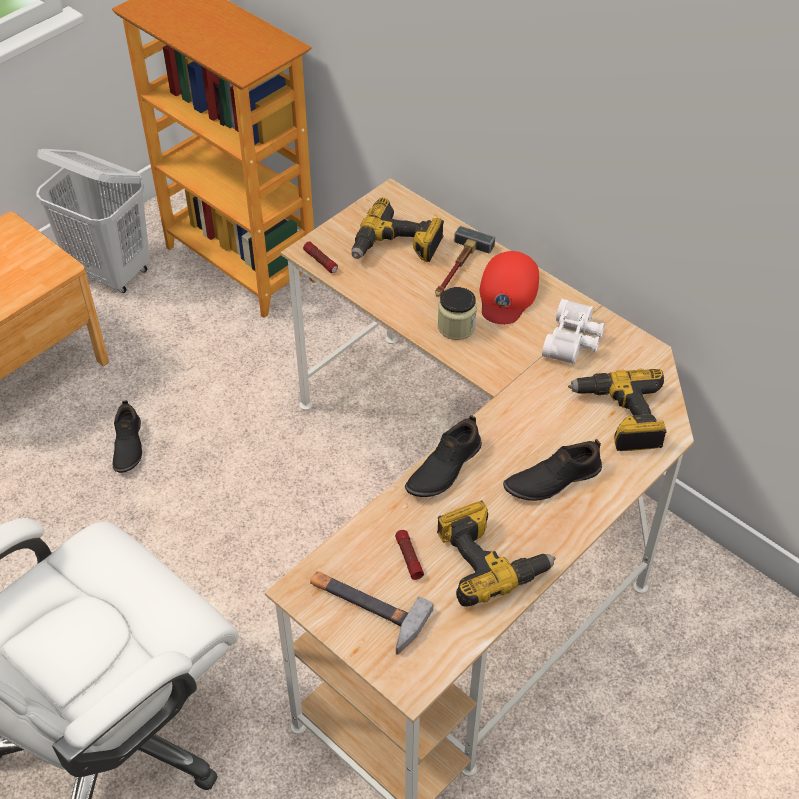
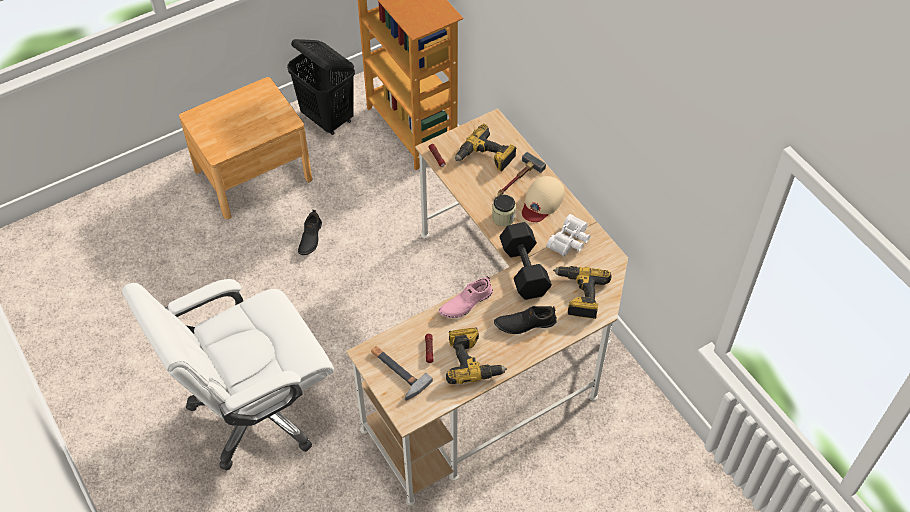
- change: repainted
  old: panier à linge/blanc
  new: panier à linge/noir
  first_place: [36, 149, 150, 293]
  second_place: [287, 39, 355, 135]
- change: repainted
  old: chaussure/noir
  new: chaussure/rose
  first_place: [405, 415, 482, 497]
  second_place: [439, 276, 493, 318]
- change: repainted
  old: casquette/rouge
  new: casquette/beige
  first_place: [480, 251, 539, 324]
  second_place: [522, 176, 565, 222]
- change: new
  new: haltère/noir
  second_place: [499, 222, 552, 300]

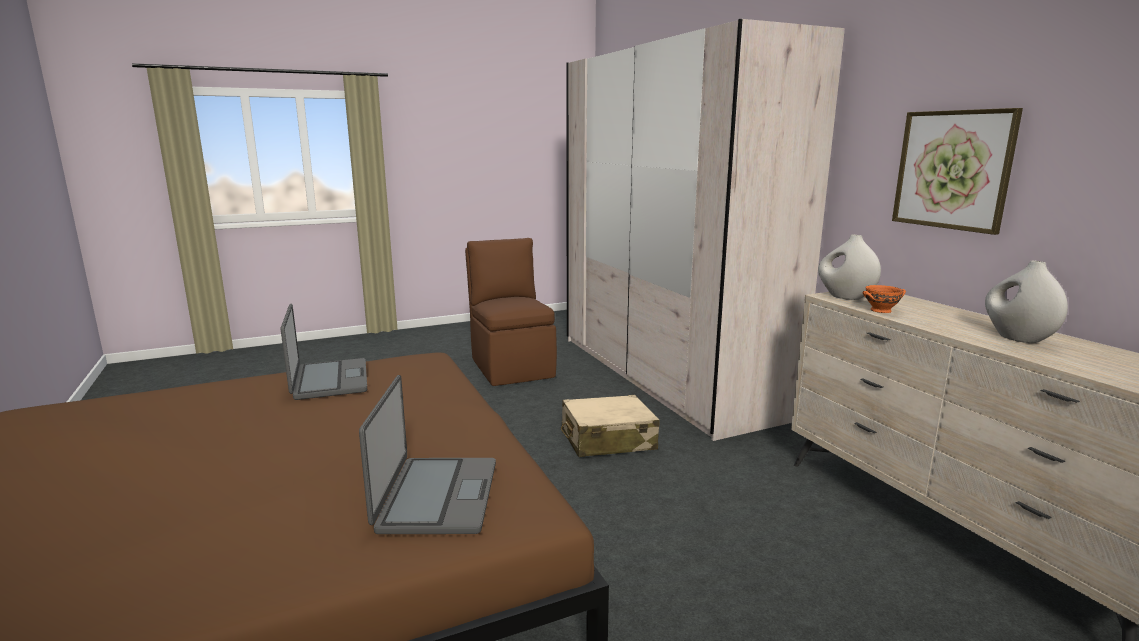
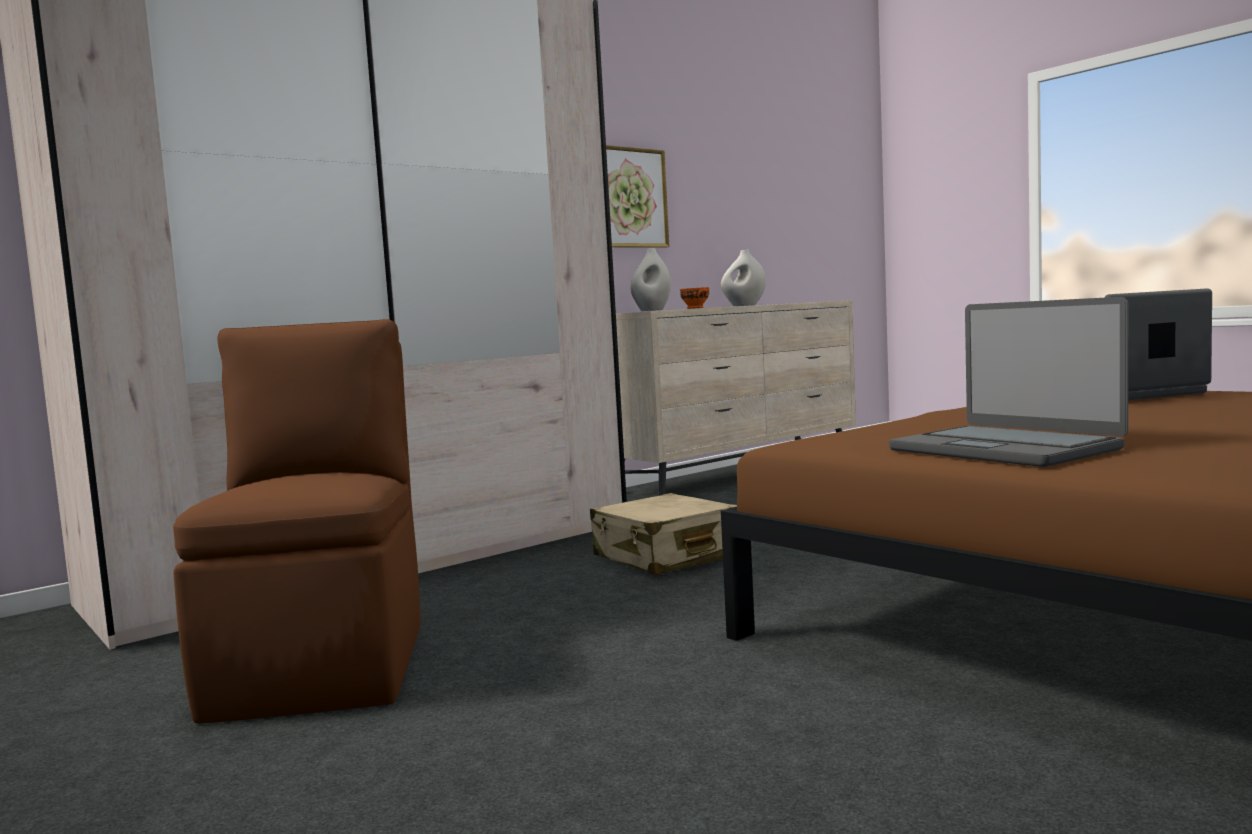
- change: rotated
  old: ordinateur portable
  first_place: [281, 304, 367, 400]
  second_place: [889, 297, 1128, 467]
  degrees: -90
- change: rotated
  old: chaise/marron
  first_place: [465, 238, 557, 386]
  second_place: [173, 319, 421, 724]
  degrees: 120

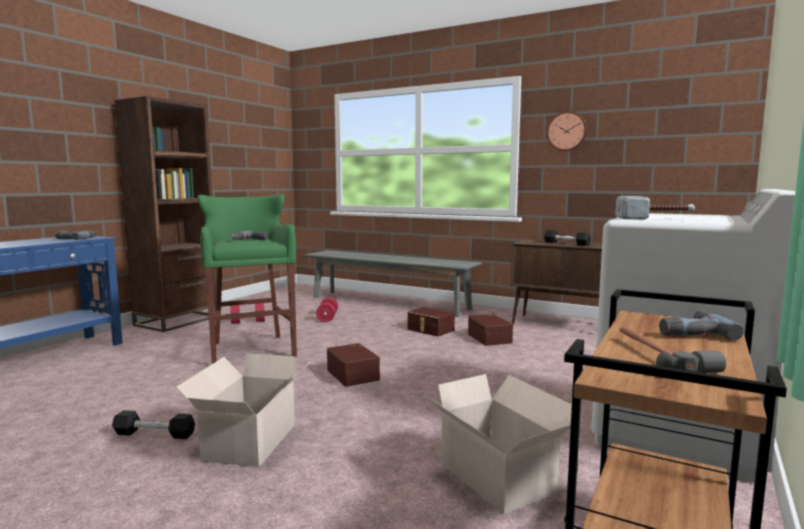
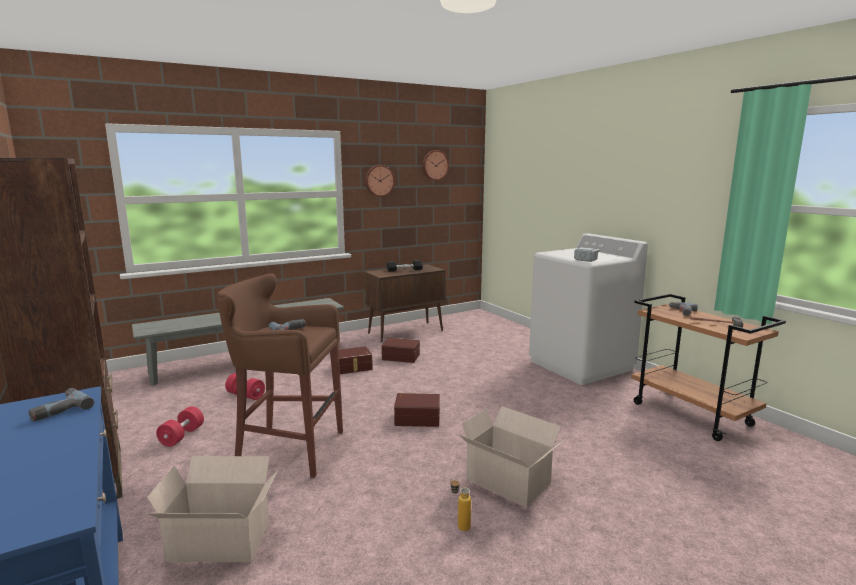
- change: swapped
  old: haltère/noir
  new: bouteille
  first_place: [112, 410, 195, 439]
  second_place: [450, 477, 471, 531]
- change: repainted
  old: tabouret/vert
  new: tabouret/marron
  first_place: [198, 194, 297, 364]
  second_place: [217, 273, 343, 478]
- change: shifted
  old: carton
  first_place: [424, 374, 572, 514]
  second_place: [145, 456, 279, 562]
- change: new
  new: horloge murale
  second_place: [422, 150, 449, 181]

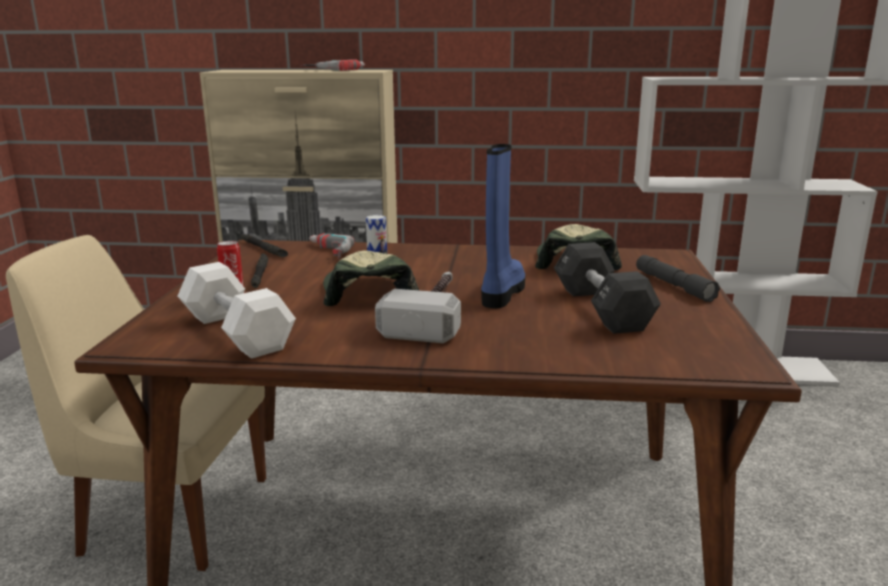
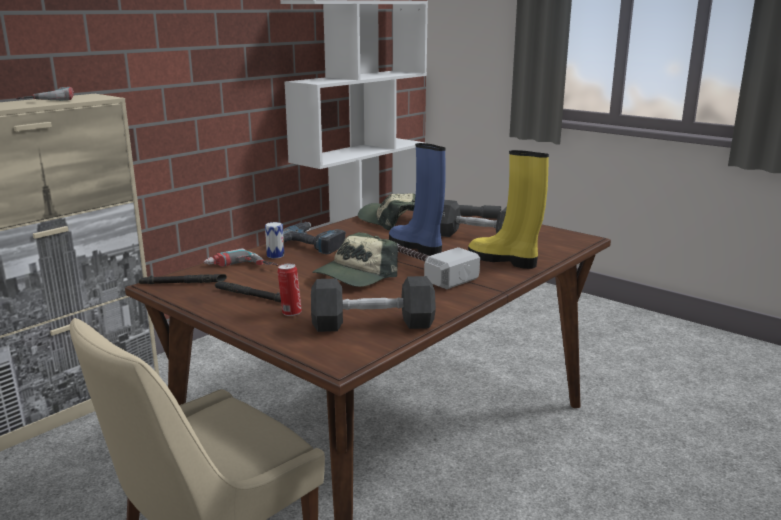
- change: repainted
  old: haltère/blanc
  new: haltère/noir
  first_place: [177, 262, 296, 359]
  second_place: [311, 276, 436, 332]
- change: rotated
  old: casquette
  first_place: [323, 250, 419, 306]
  second_place: [312, 232, 398, 287]
  degrees: -75
- change: new
  new: perceuse
  second_place: [283, 222, 346, 254]
- change: new
  new: botte/jaune
  second_place: [468, 150, 549, 269]

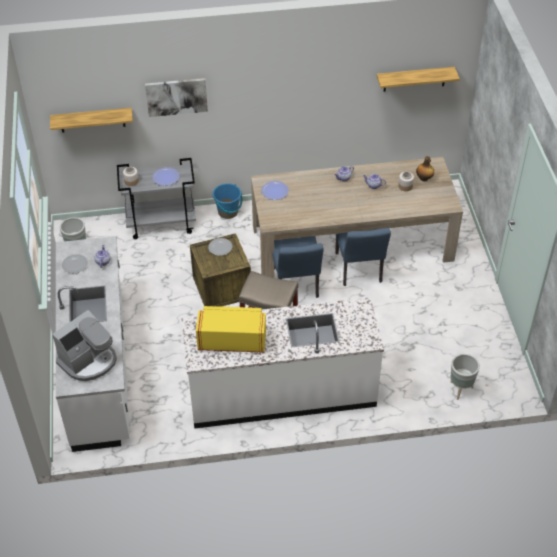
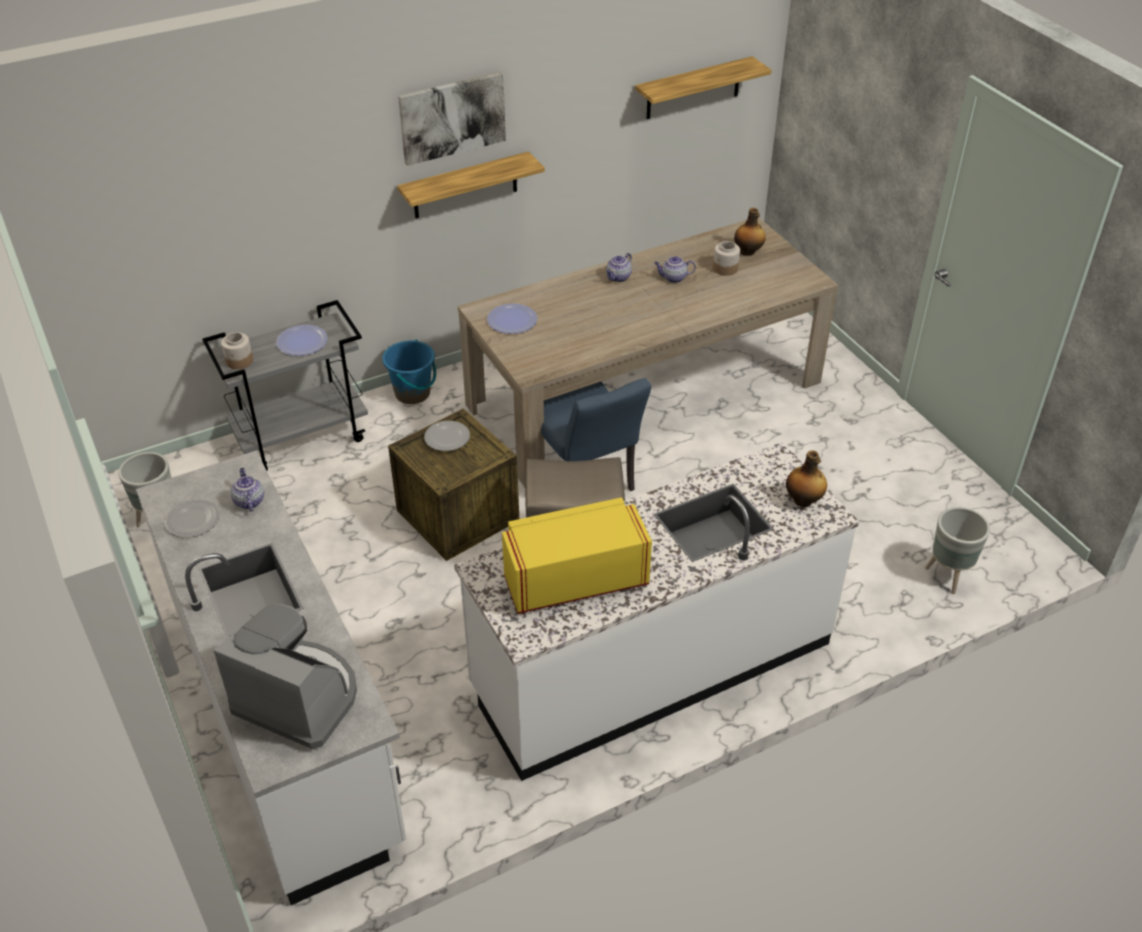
- change: shifted
  old: étagère
  first_place: [50, 108, 133, 133]
  second_place: [397, 152, 545, 218]
- change: rotated
  old: machine à café
  first_place: [52, 310, 117, 381]
  second_place: [214, 604, 357, 749]
  degrees: -90
- change: shifted
  old: tableau
  first_place: [145, 78, 208, 117]
  second_place: [398, 72, 506, 166]
- change: gone
  old: chaise/bleu
  first_place: [335, 228, 391, 286]
- change: new
  new: bouteille
  second_place: [786, 450, 827, 507]

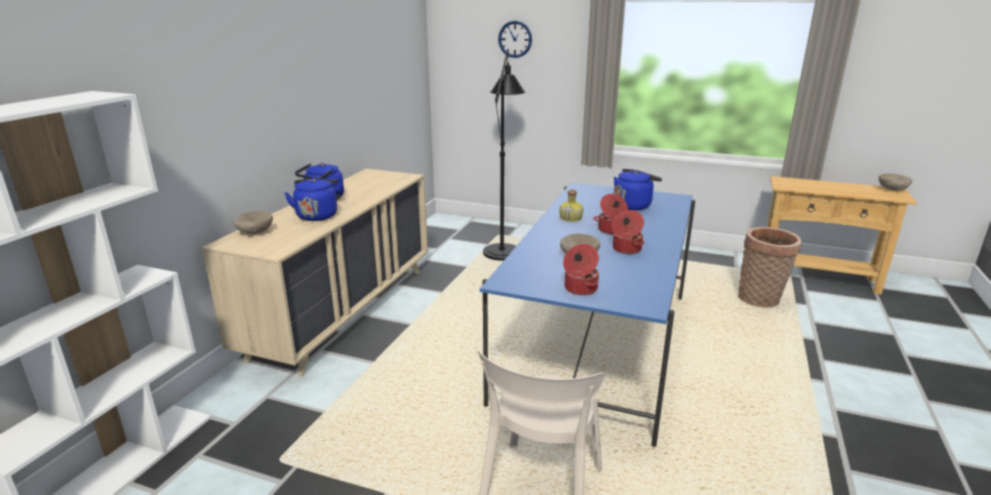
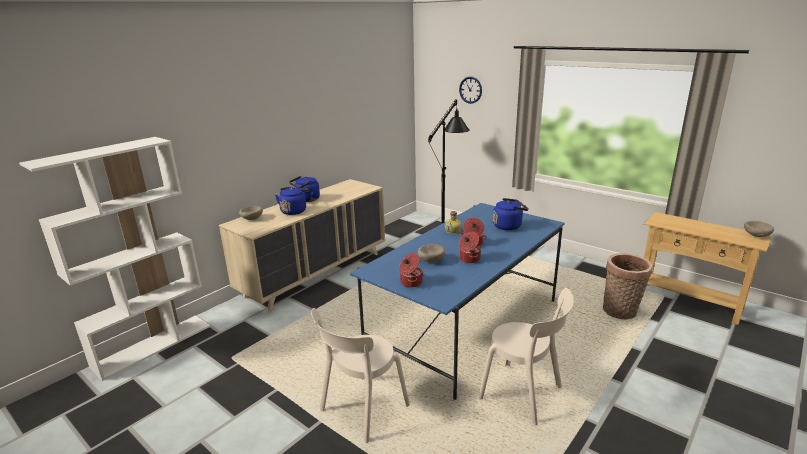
- change: new
  new: chaise/beige
  second_place: [478, 288, 574, 426]

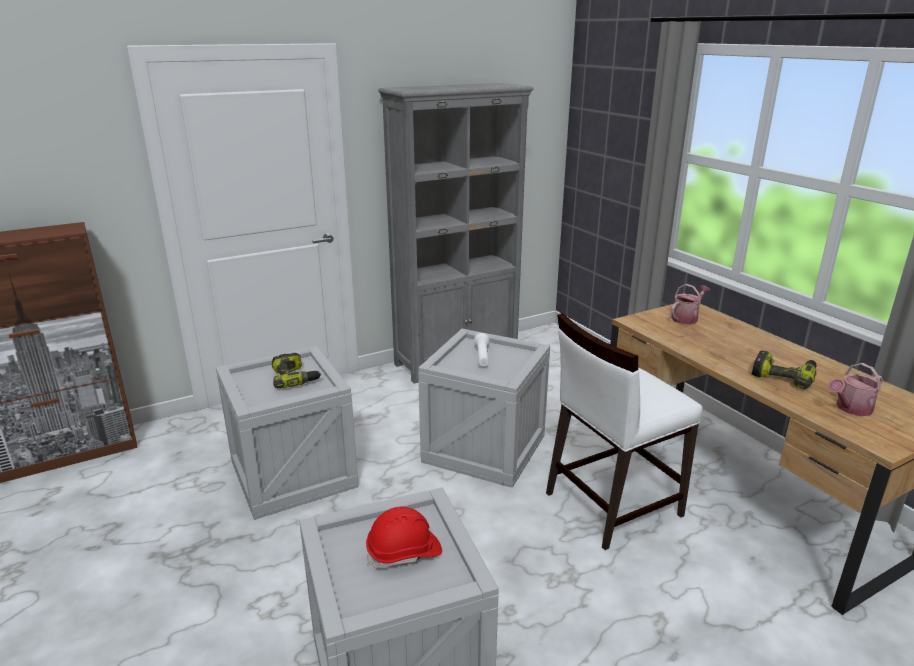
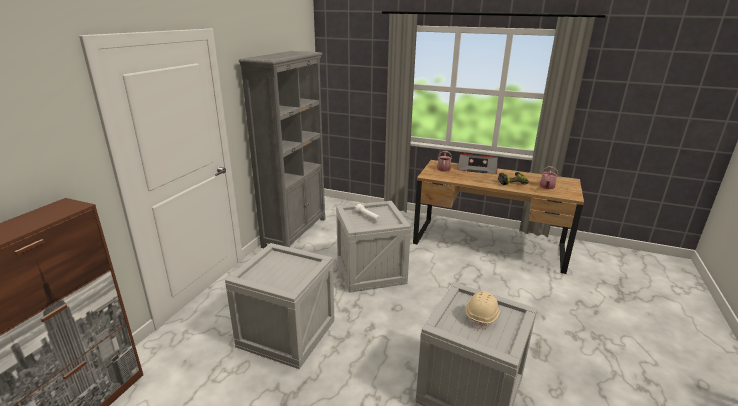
- change: gone
  old: perceuse
  first_place: [272, 353, 321, 388]
- change: repainted
  old: casque de chantier/rouge
  new: casque de chantier/beige
  first_place: [366, 506, 442, 569]
  second_place: [466, 291, 500, 331]
- change: gone
  old: chaise/blanc
  first_place: [546, 313, 703, 550]
- change: new
  new: radio
  second_place: [457, 154, 498, 174]

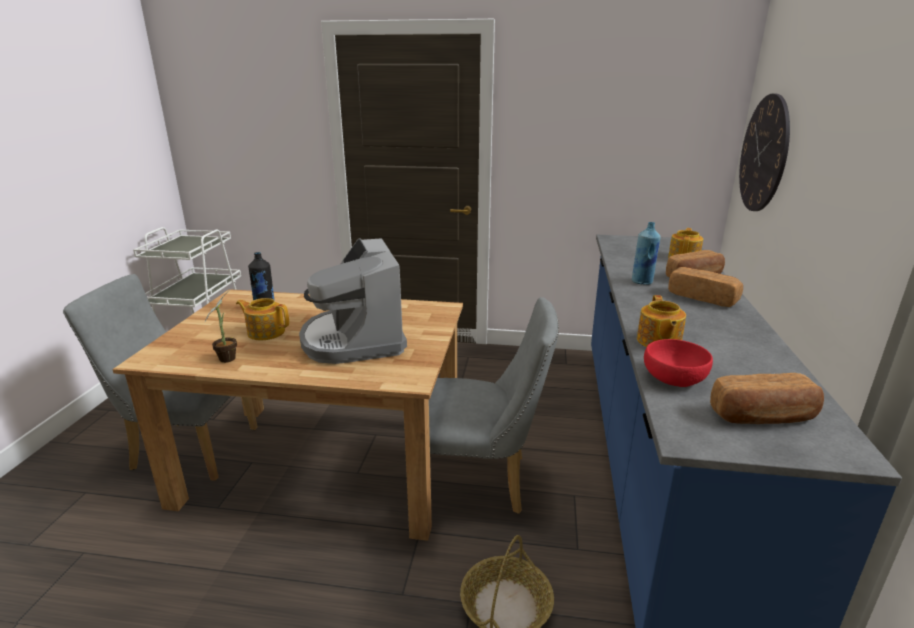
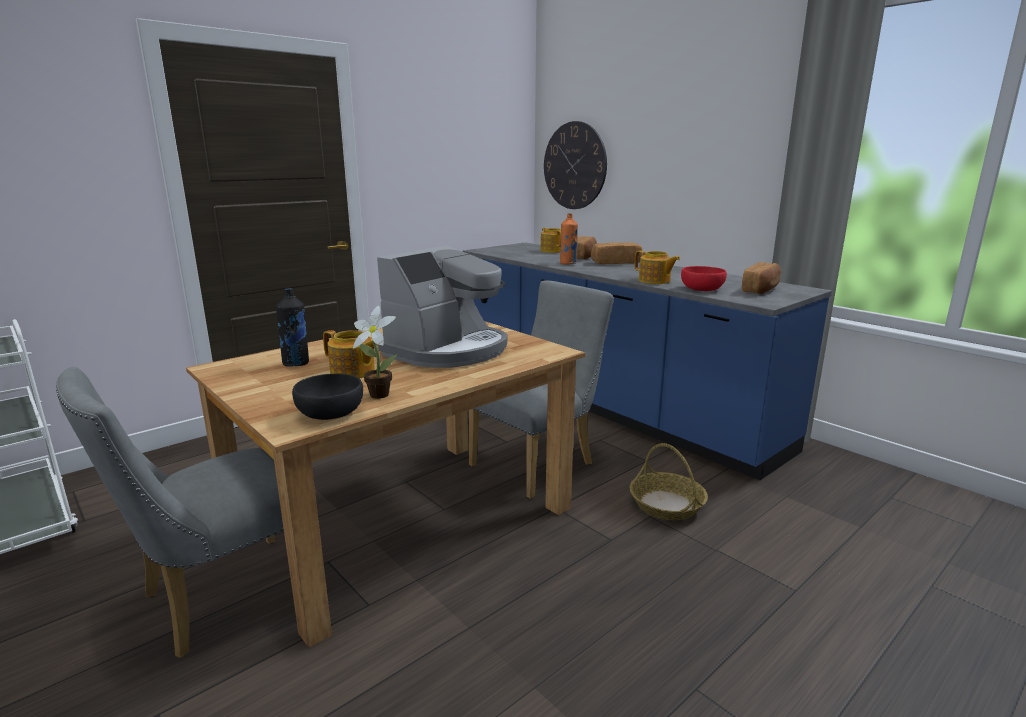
- change: rotated
  old: théière
  first_place: [236, 298, 289, 340]
  second_place: [323, 330, 378, 379]
  degrees: -120
- change: rotated
  old: machine à café
  first_place: [299, 238, 407, 364]
  second_place: [377, 246, 508, 368]
  degrees: -75
- change: repainted
  old: bouteille/bleu
  new: bouteille/orange
  first_place: [632, 222, 660, 285]
  second_place: [560, 213, 578, 265]
- change: new
  new: bol/noir
  second_place: [292, 374, 363, 420]

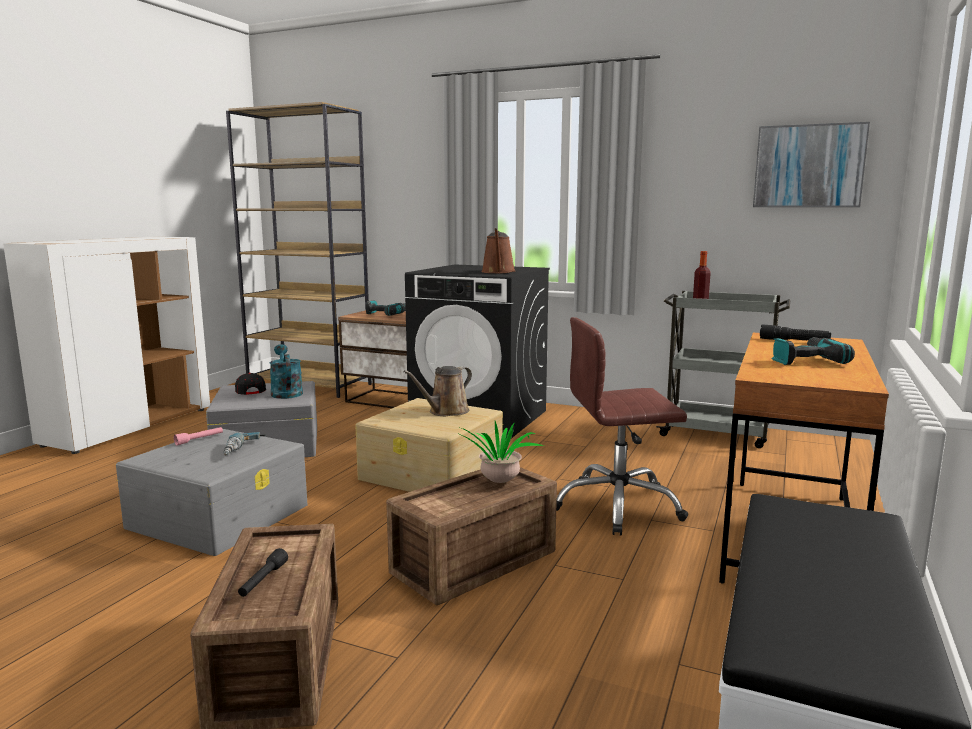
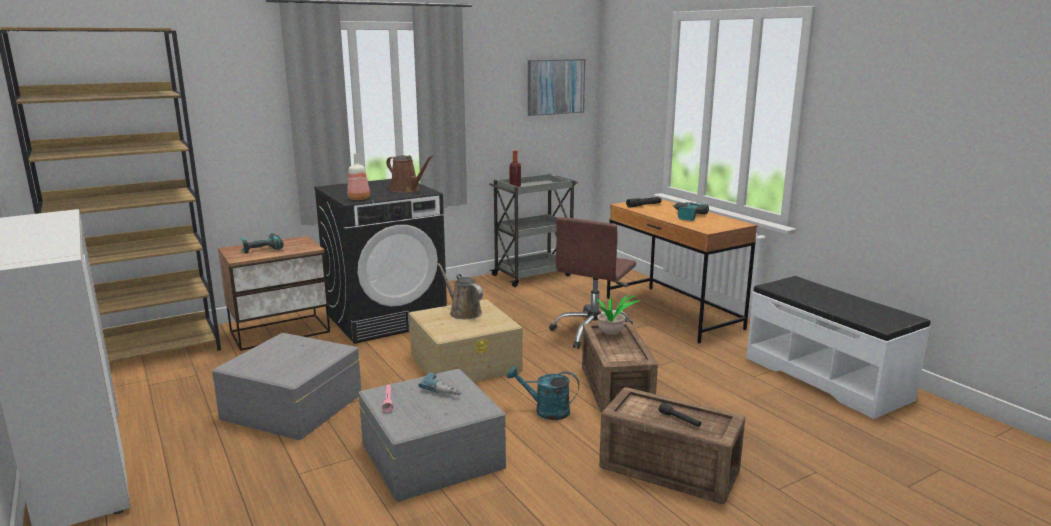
- change: gone
  old: casquette/noir
  first_place: [235, 373, 266, 395]
- change: shifted
  old: arrosoir/turquoise
  first_place: [269, 344, 303, 399]
  second_place: [507, 366, 579, 420]
- change: rotated
  old: arrosoir/marron
  first_place: [404, 366, 472, 416]
  second_place: [437, 263, 483, 319]
  degrees: 150
- change: new
  new: bouteille
  second_place: [347, 153, 370, 200]

